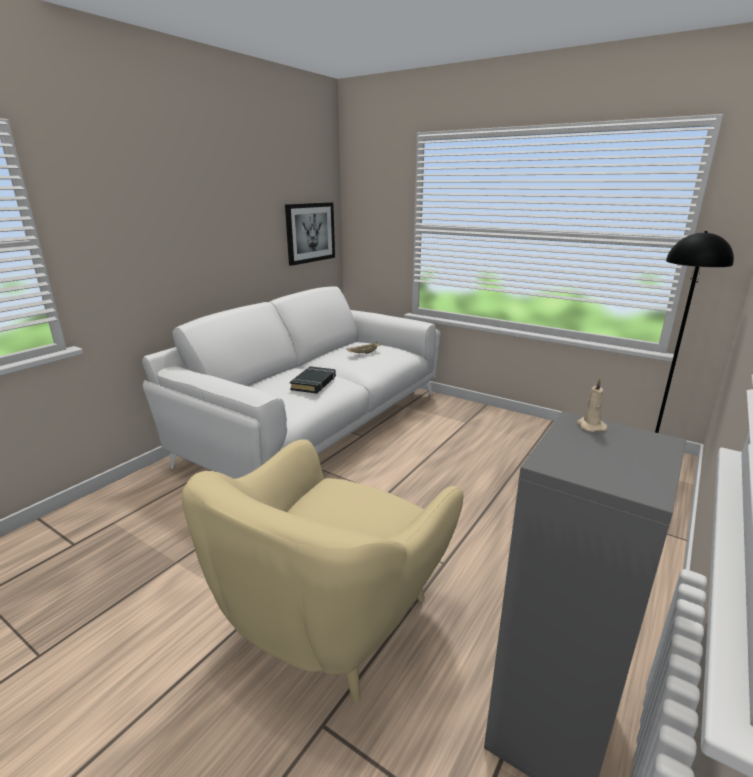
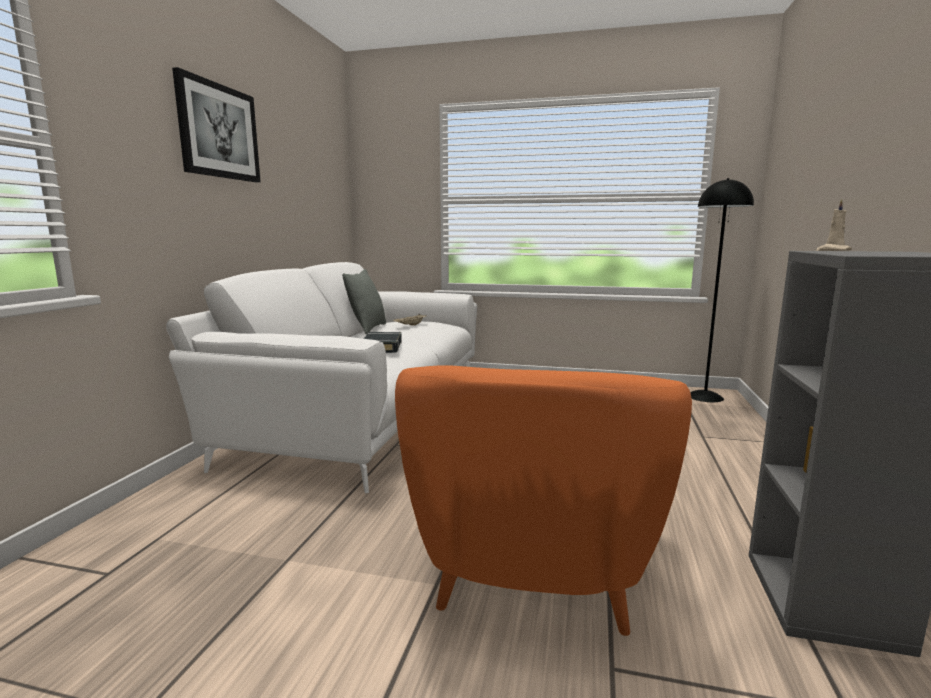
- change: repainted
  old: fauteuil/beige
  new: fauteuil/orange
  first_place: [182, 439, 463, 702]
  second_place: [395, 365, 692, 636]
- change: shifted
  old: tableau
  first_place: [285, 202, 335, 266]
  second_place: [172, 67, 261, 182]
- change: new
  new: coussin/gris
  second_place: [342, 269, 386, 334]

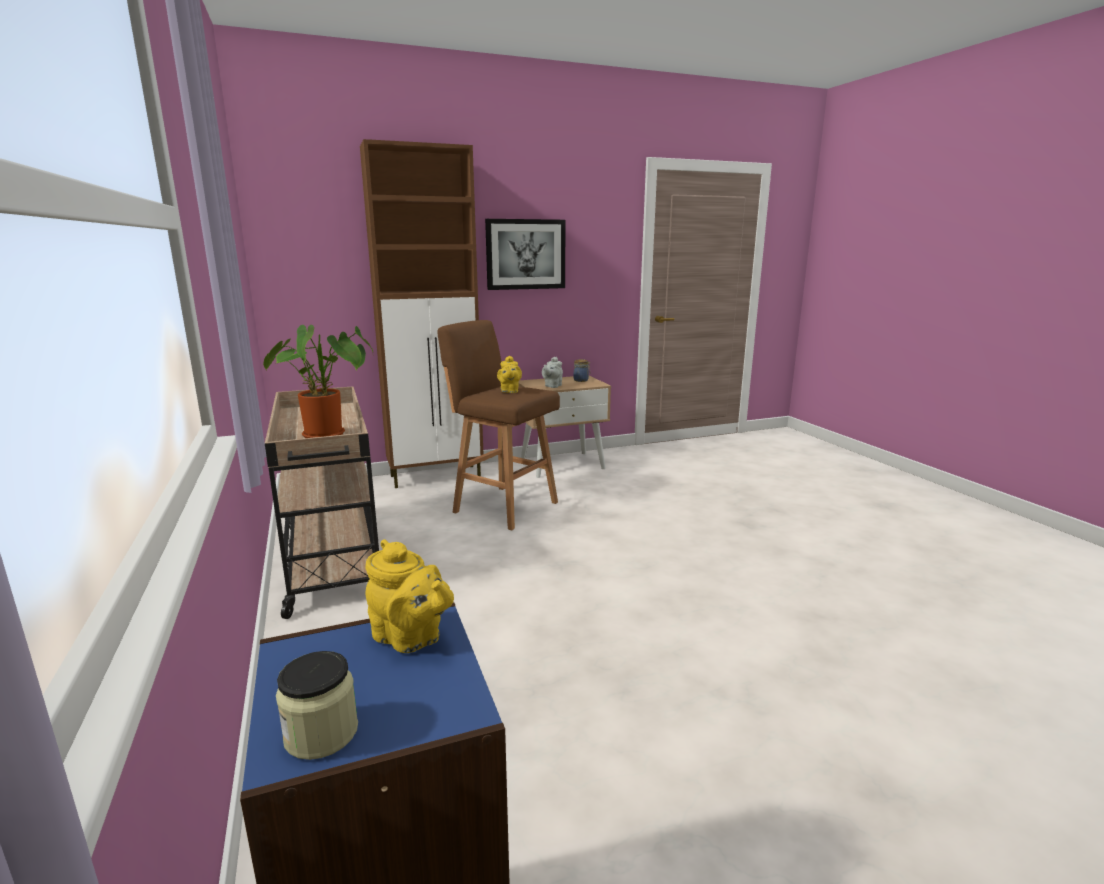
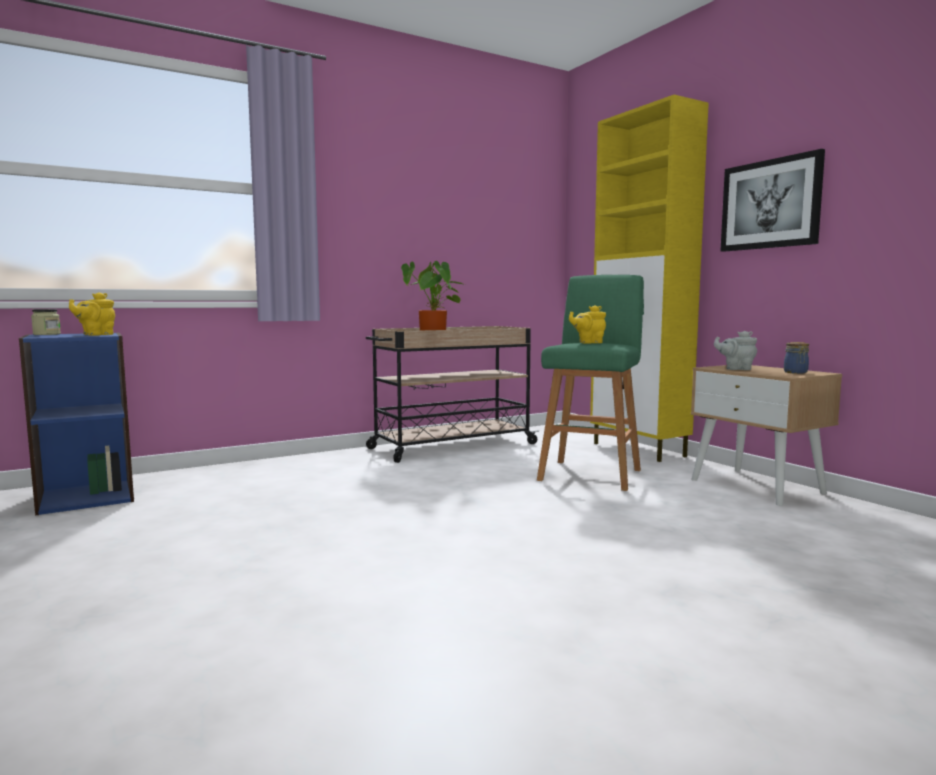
- change: repainted
  old: meuble de rangement/marron
  new: meuble de rangement/jaune
  first_place: [360, 139, 483, 488]
  second_place: [590, 95, 709, 462]
- change: repainted
  old: tabouret/marron
  new: tabouret/vert
  first_place: [438, 320, 560, 530]
  second_place: [537, 275, 644, 491]

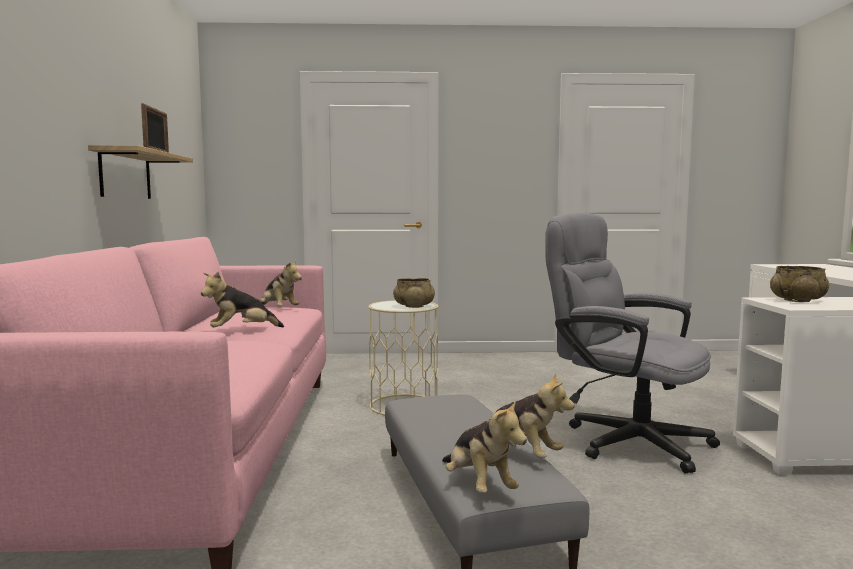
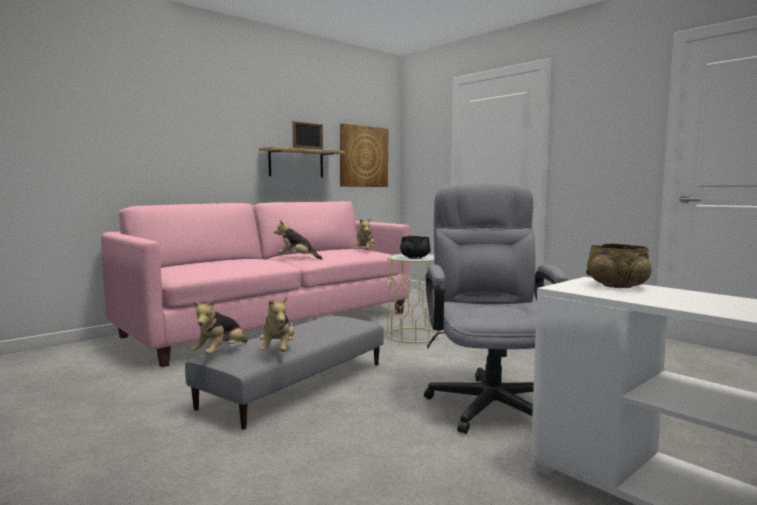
- change: repainted
  old: bol/beige
  new: bol/noir
  first_place: [393, 278, 435, 308]
  second_place: [400, 236, 431, 259]
- change: new
  new: tableau
  second_place: [340, 123, 388, 187]

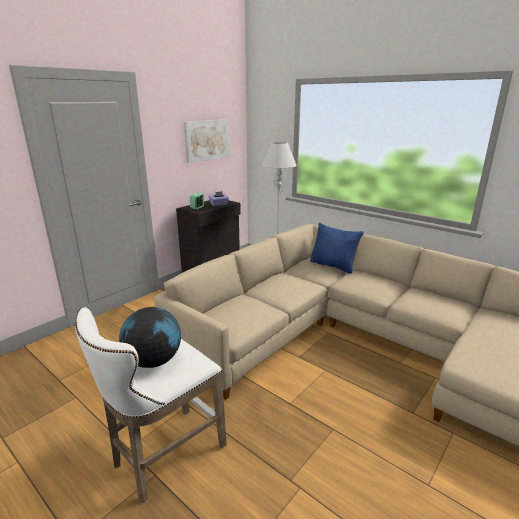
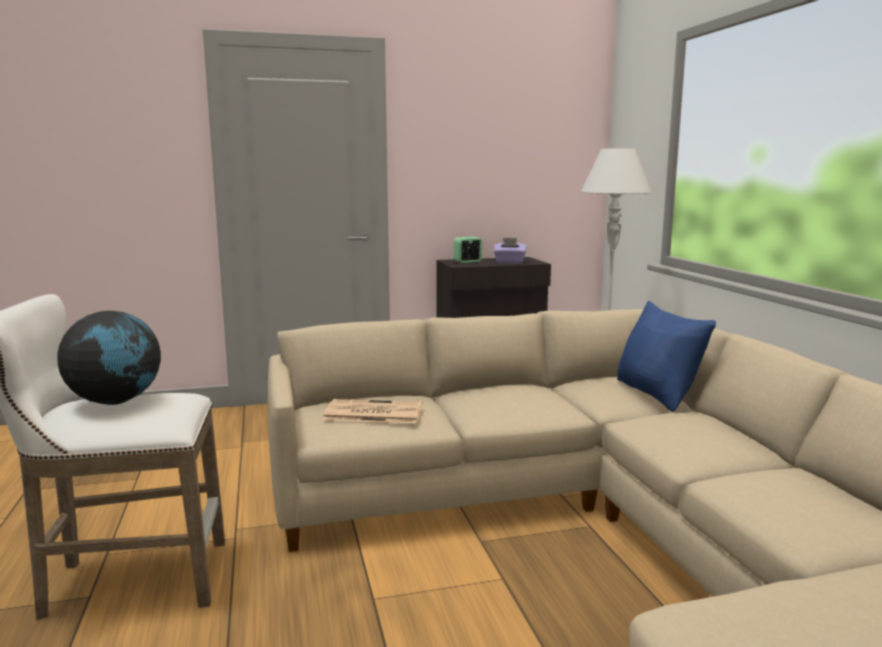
- change: gone
  old: tableau
  first_place: [184, 119, 230, 163]
- change: new
  new: journal
  second_place: [323, 399, 423, 423]

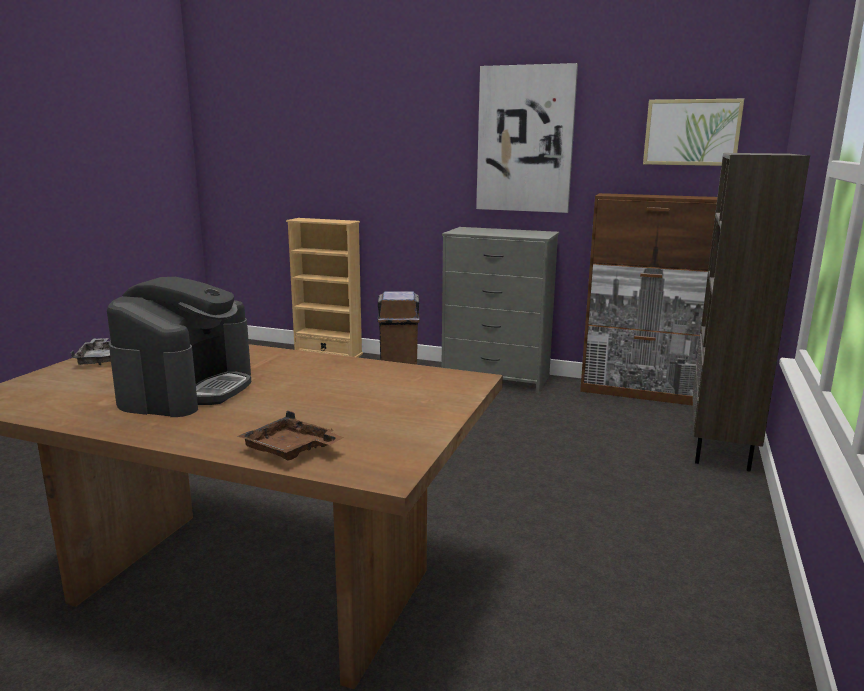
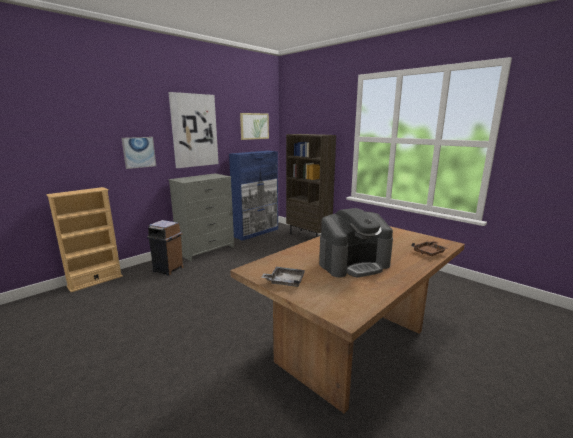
- change: rotated
  old: machine à café
  first_place: [107, 277, 251, 417]
  second_place: [319, 208, 393, 277]
  degrees: 120
- change: repainted
  old: meuble de rangement/marron
  new: meuble de rangement/bleu
  first_place: [580, 193, 717, 406]
  second_place: [229, 151, 278, 241]
- change: new
  new: tableau
  second_place: [122, 137, 156, 169]

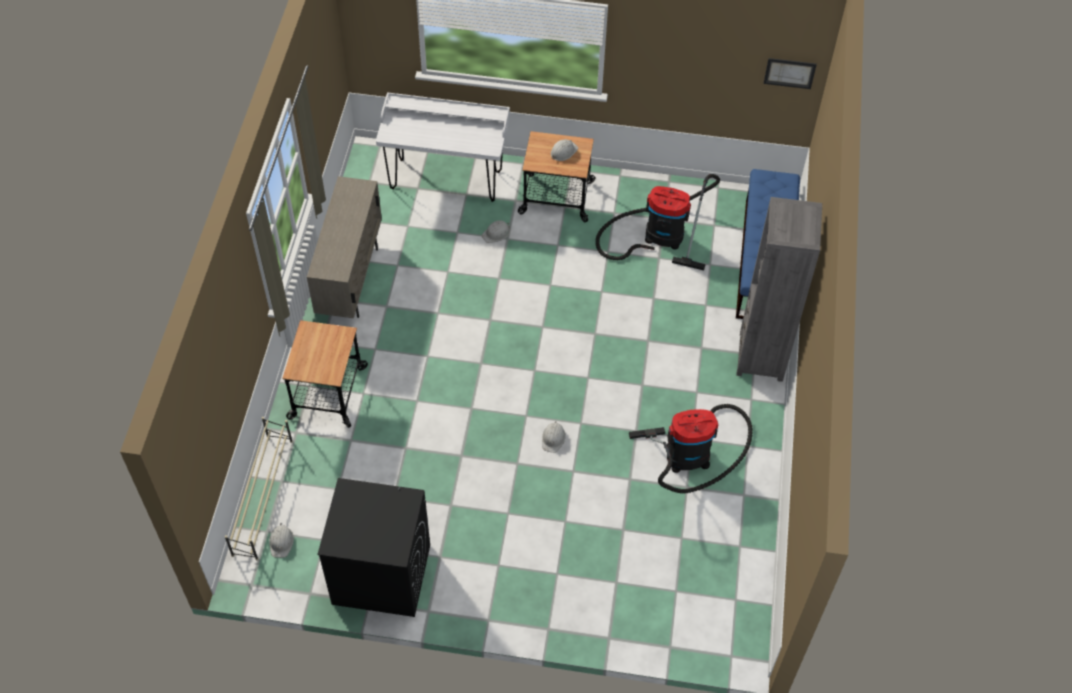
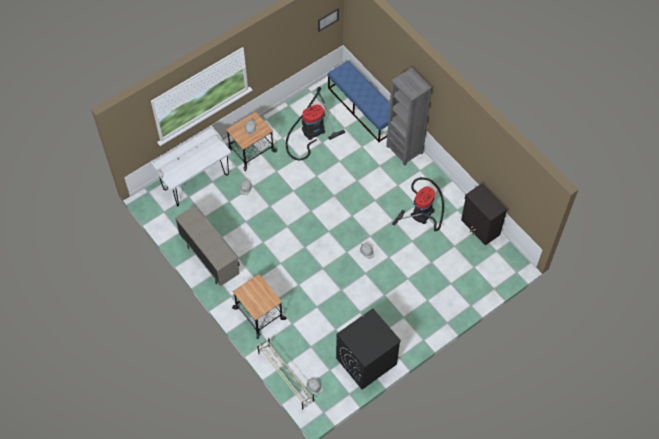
- change: new
  new: meuble de rangement/noir
  second_place: [461, 183, 507, 245]

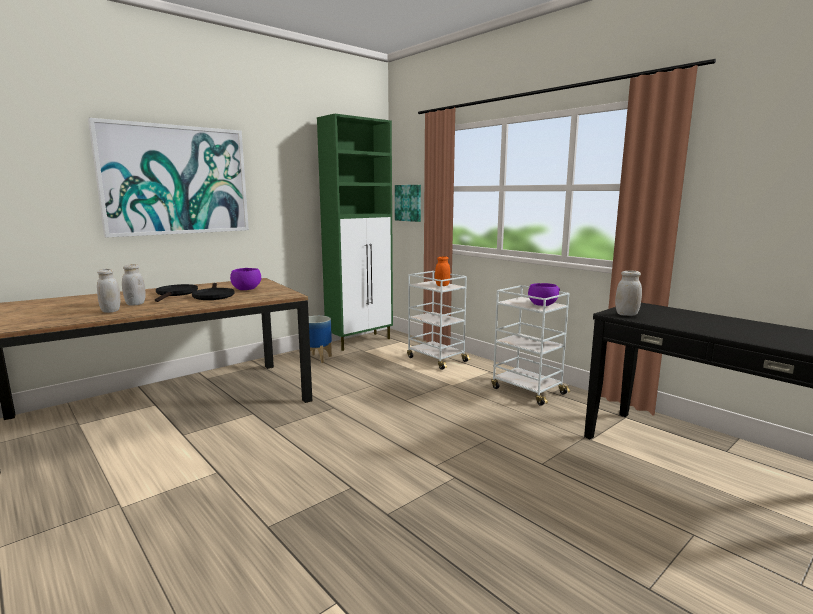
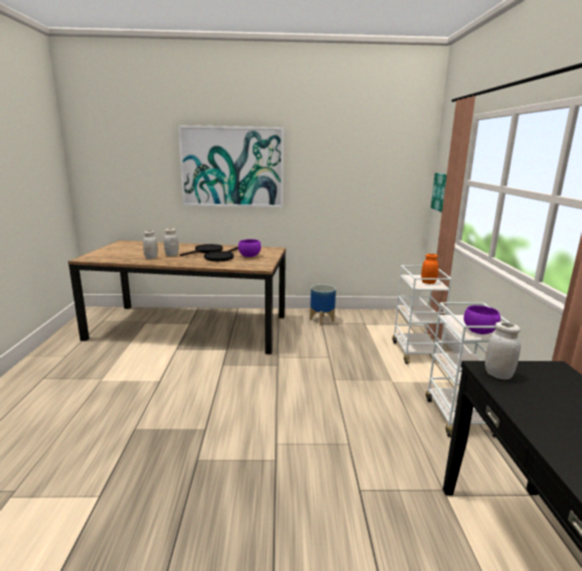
- change: gone
  old: meuble de rangement/vert
  first_place: [317, 114, 393, 351]

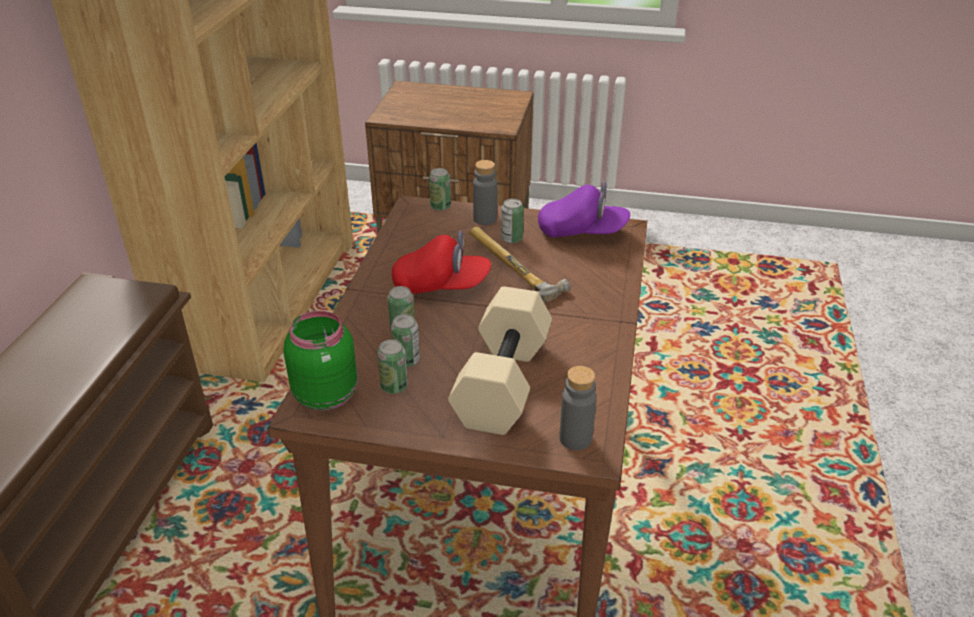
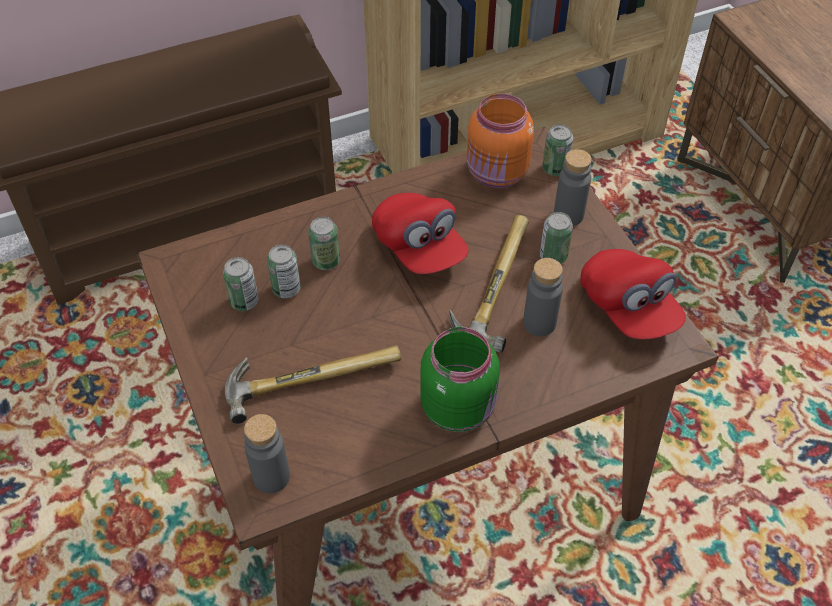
- change: shifted
  old: bocal/vert
  first_place: [283, 311, 358, 411]
  second_place: [420, 327, 500, 432]
- change: swapped
  old: haltère/beige
  new: marteau
  first_place: [448, 286, 552, 435]
  second_place: [225, 345, 401, 424]
- change: repainted
  old: casquette/violet
  new: casquette/rouge
  first_place: [538, 181, 630, 237]
  second_place: [580, 249, 686, 339]
- change: new
  new: bocal/orange
  second_place: [467, 93, 534, 188]
- change: new
  new: bouteille/gris
  second_place: [523, 258, 563, 336]

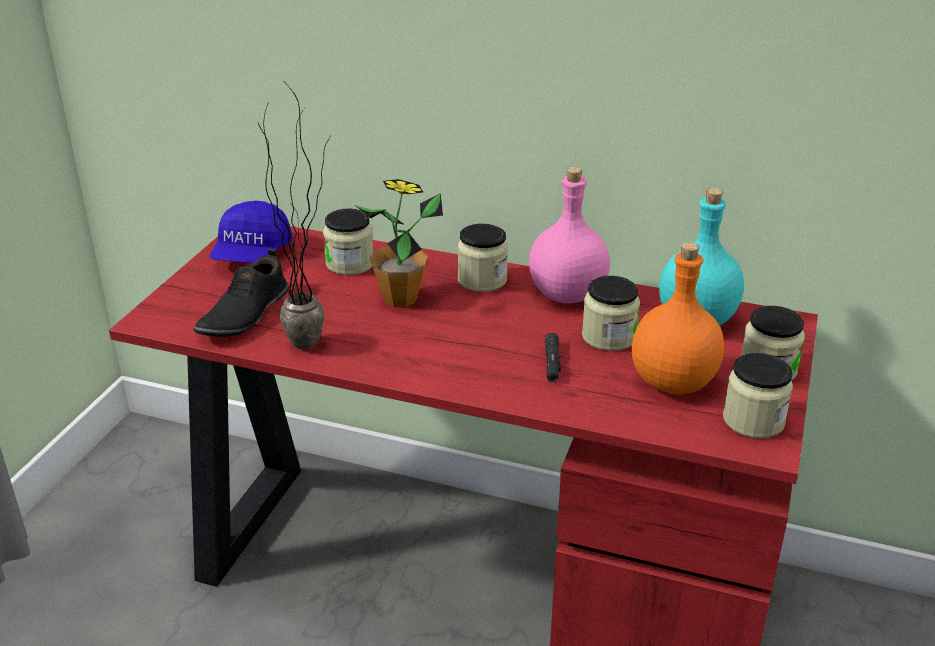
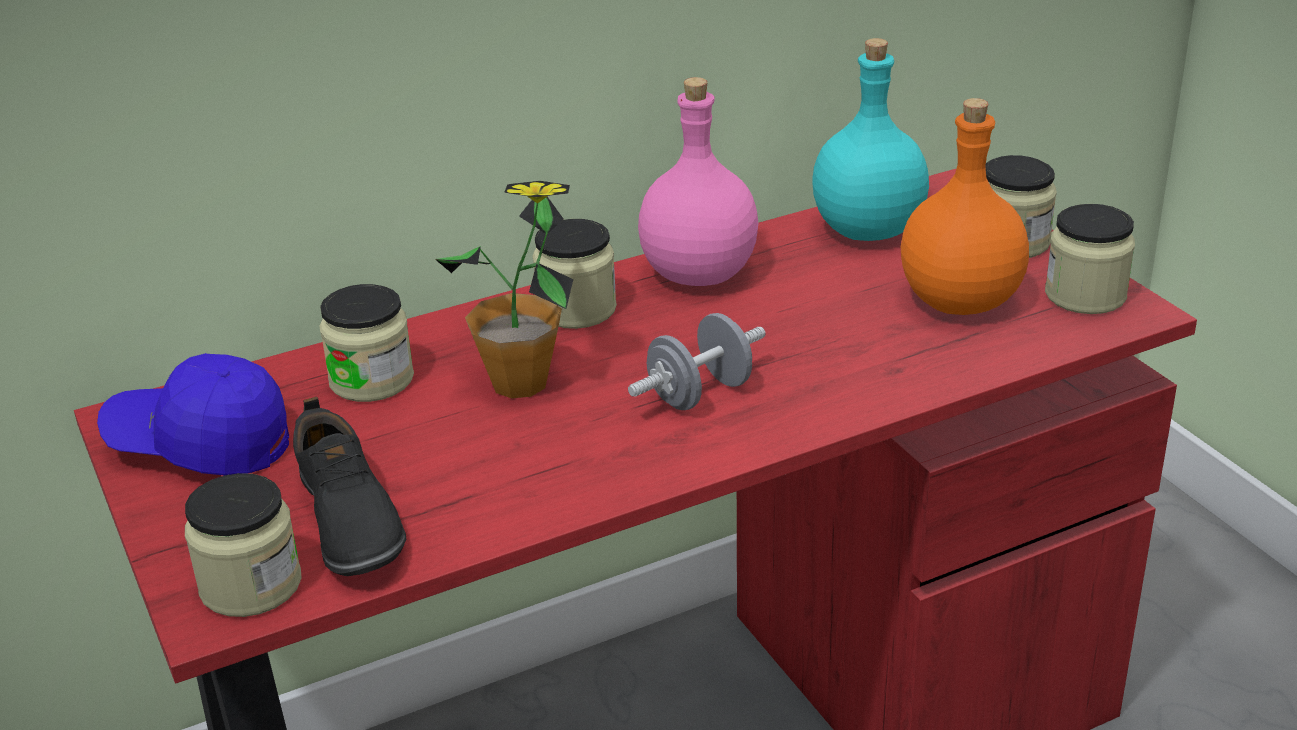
- change: rotated
  old: casquette/bleu
  first_place: [210, 201, 293, 264]
  second_place: [97, 353, 289, 475]
  degrees: 135
- change: gone
  old: plante en pot
  first_place: [257, 84, 331, 350]
- change: gone
  old: lampe de poche/noir
  first_place: [545, 333, 561, 382]
- change: shifted
  old: bocal
  first_place: [582, 276, 640, 351]
  second_place: [185, 473, 302, 617]
- change: new
  new: haltère/gris
  second_place: [628, 313, 766, 410]

